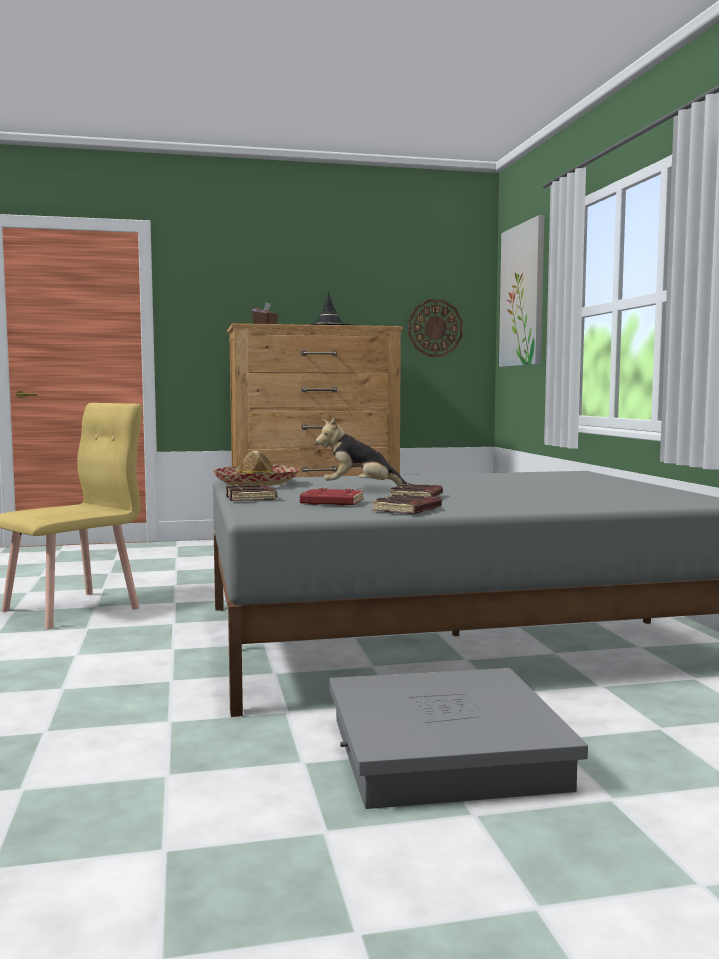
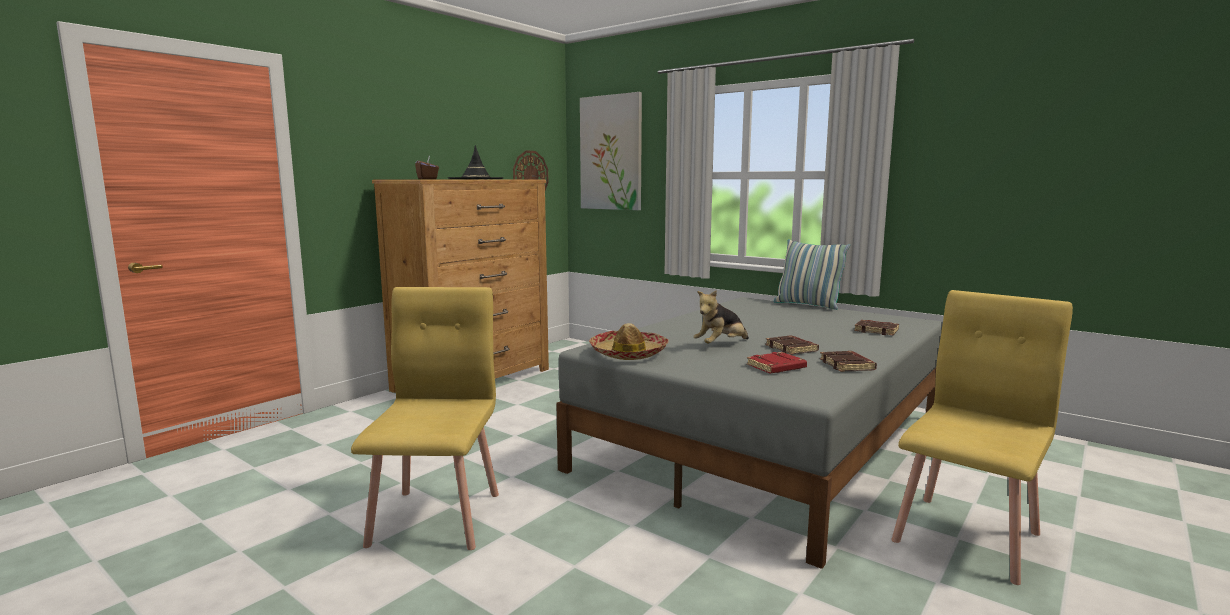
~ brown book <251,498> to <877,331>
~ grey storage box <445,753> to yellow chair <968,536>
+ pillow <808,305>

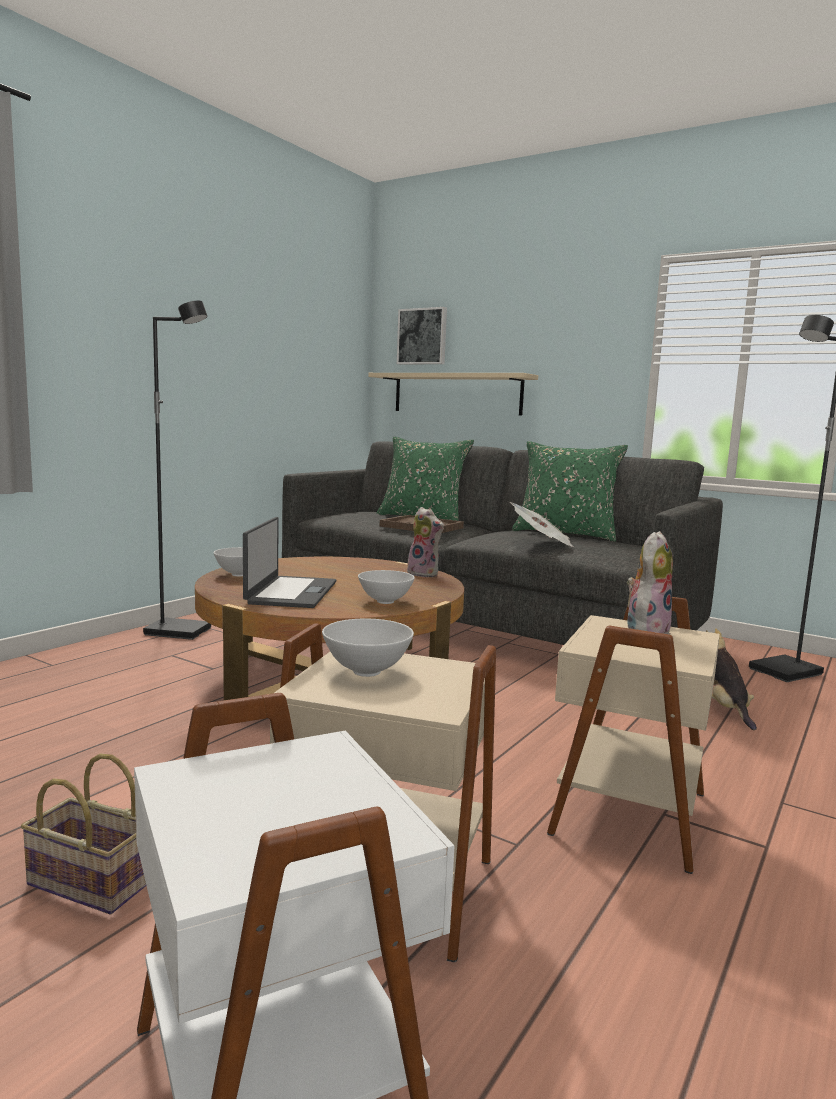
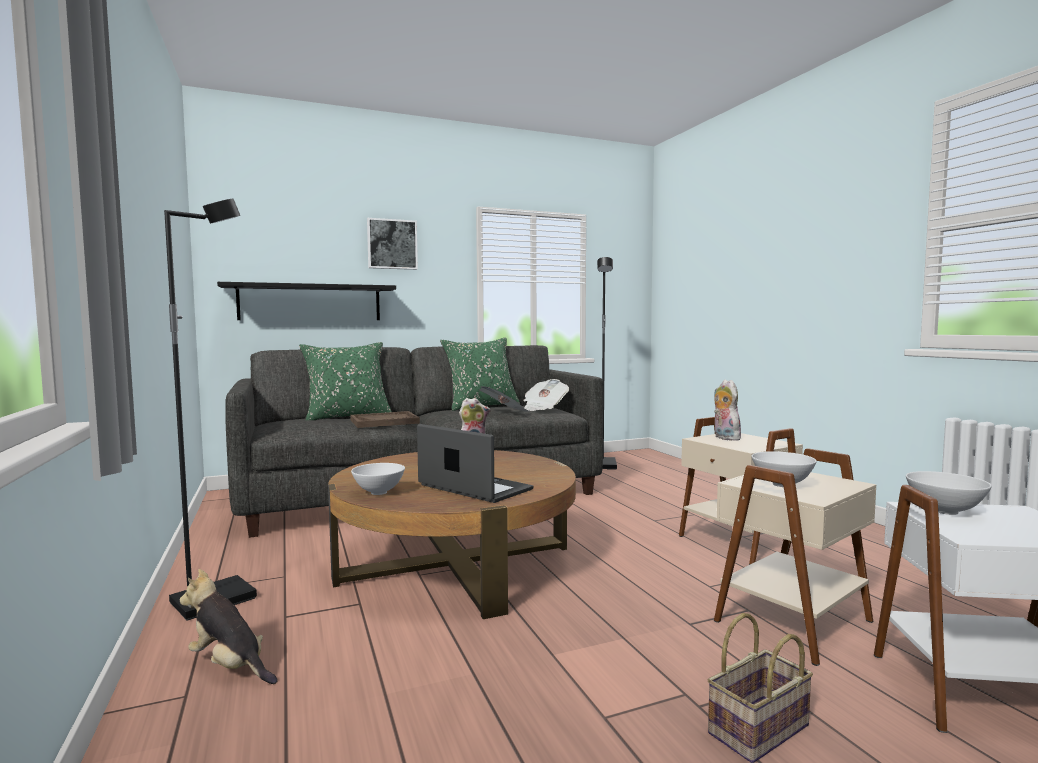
~ picture <422,336> to <392,244>
~ beige shelf <456,394> to black shelf <310,302>
~ white bowl <386,601> to <944,511>
~ plush toy <724,708> to <230,666>
+ newspaper <543,408>

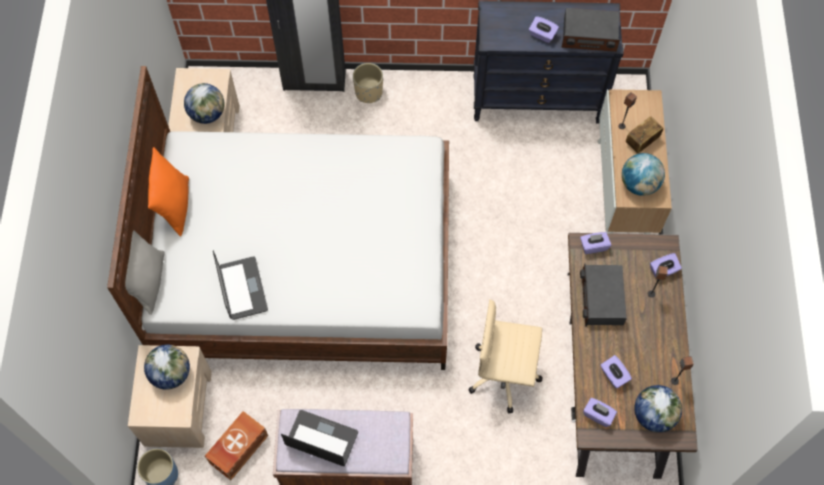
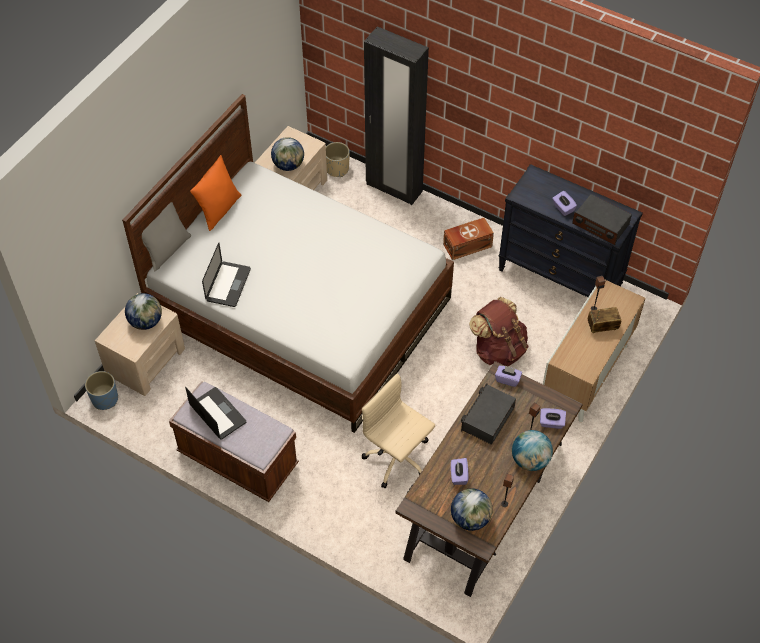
~ beige planter <369,92> to <337,169>
~ globe <639,184> to <530,460>
- purple tissue box <598,415>
~ brown storage box <237,449> to <466,245>
+ brown backpack <498,349>

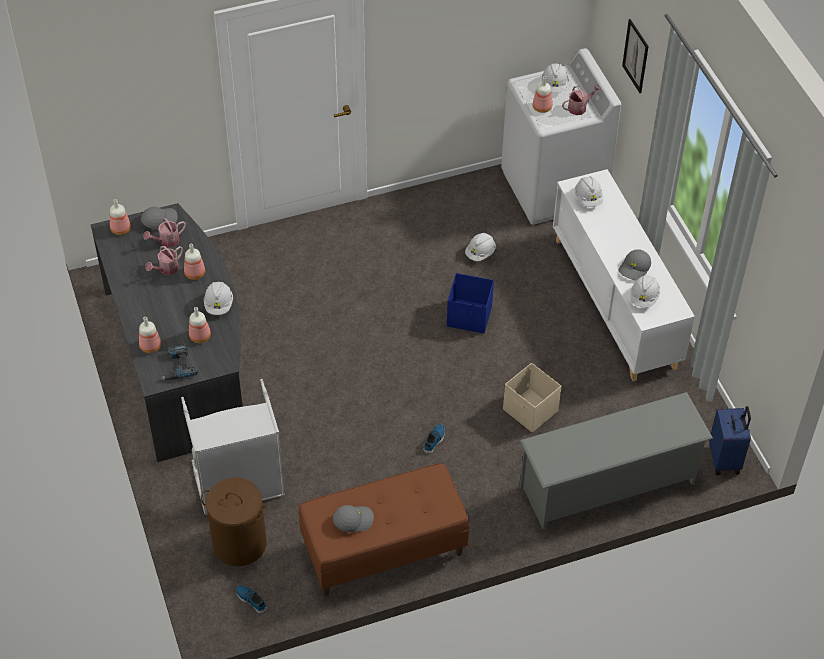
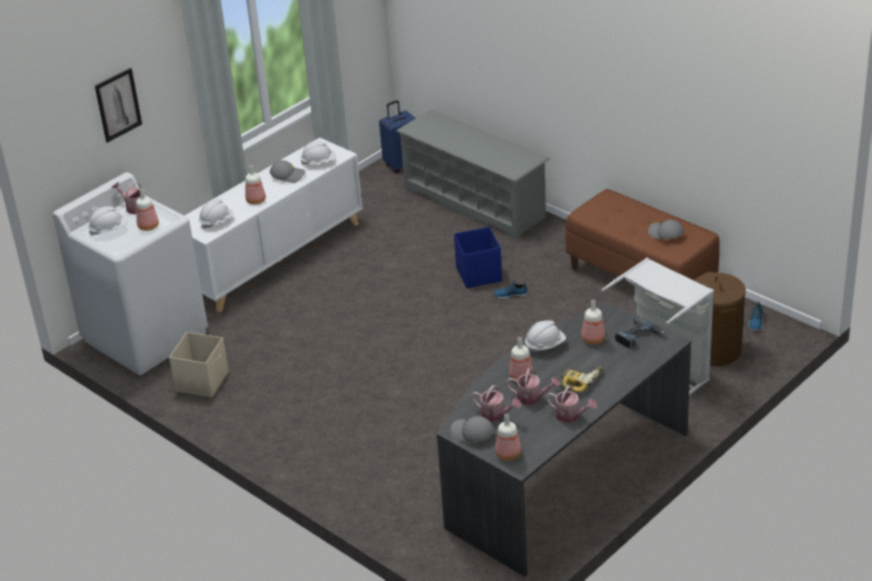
- white hard hat <480,253>
~ blue storage box <470,317> to <479,274>
~ bottle <151,346> to <255,200>
~ beige storage box <530,411> to <203,381>
+ power drill <578,381>
+ watering can <571,416>

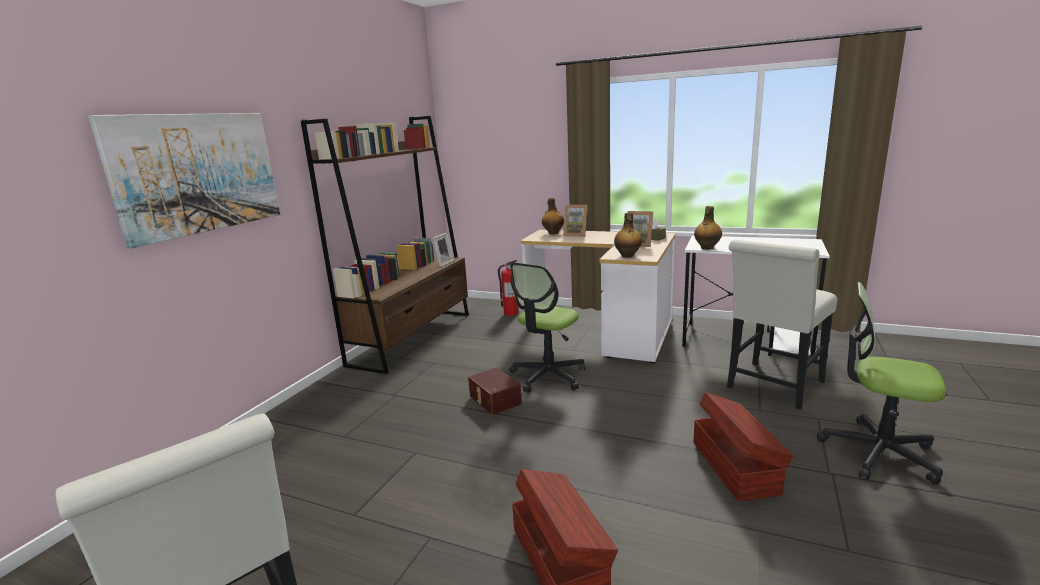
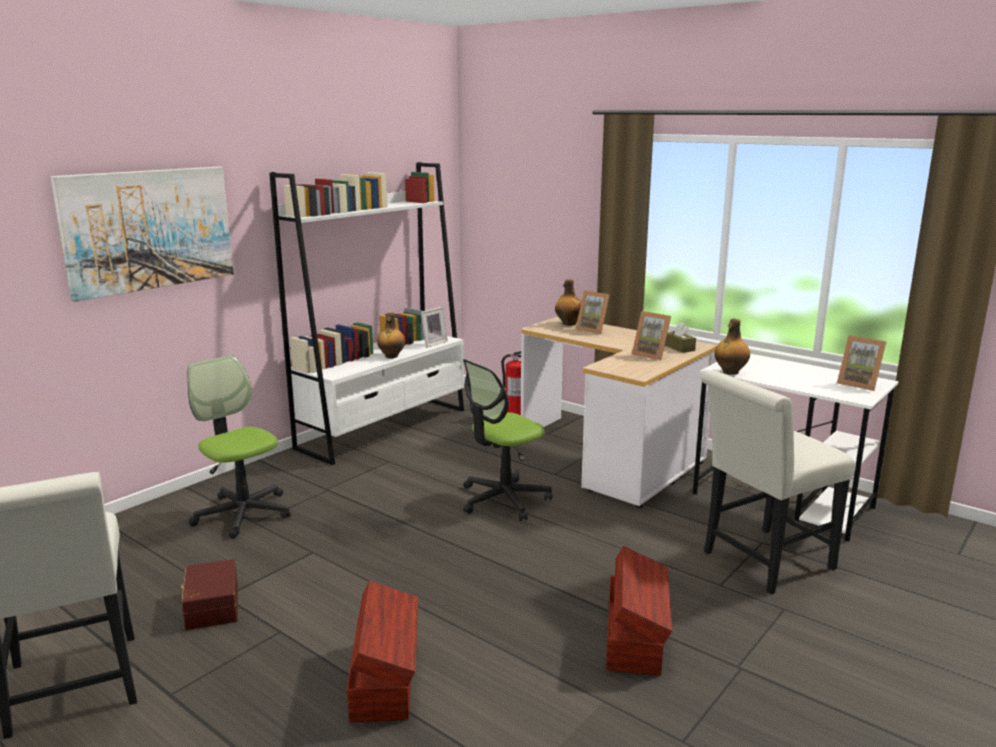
~ brown bookcase <413,338> to white bookcase <384,428>
~ bottle <627,256> to <391,356>
~ office chair <878,452> to <243,513>
~ brown storage box <494,400> to <210,607>
+ picture frame <859,384>

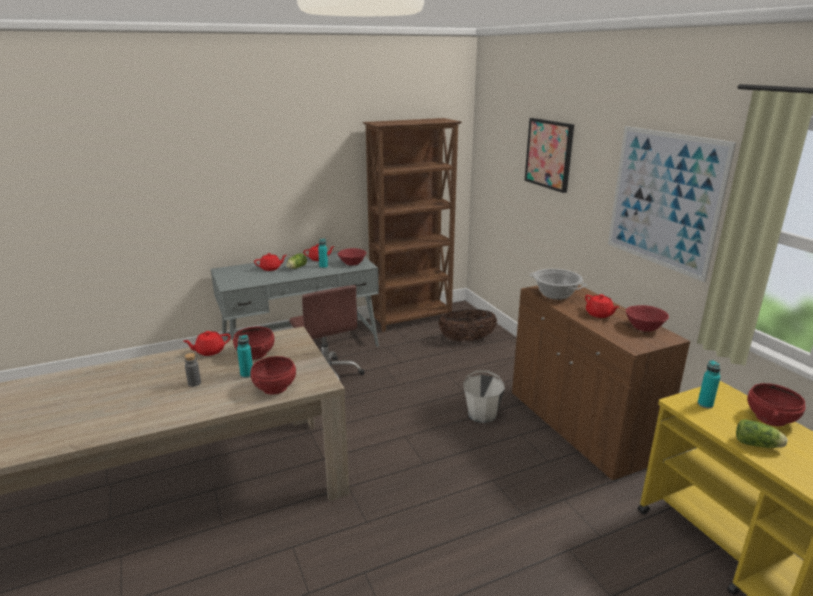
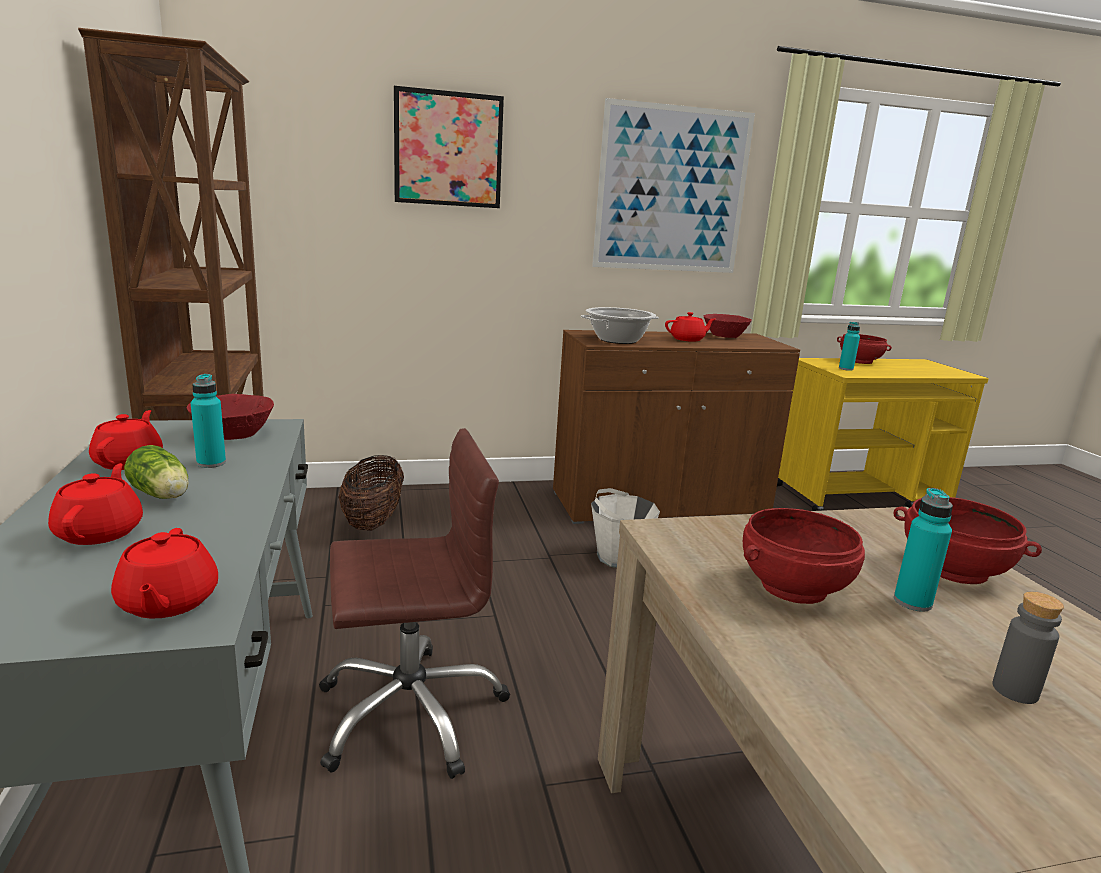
~ red teapot <209,351> to <167,602>
- lettuce <758,445>

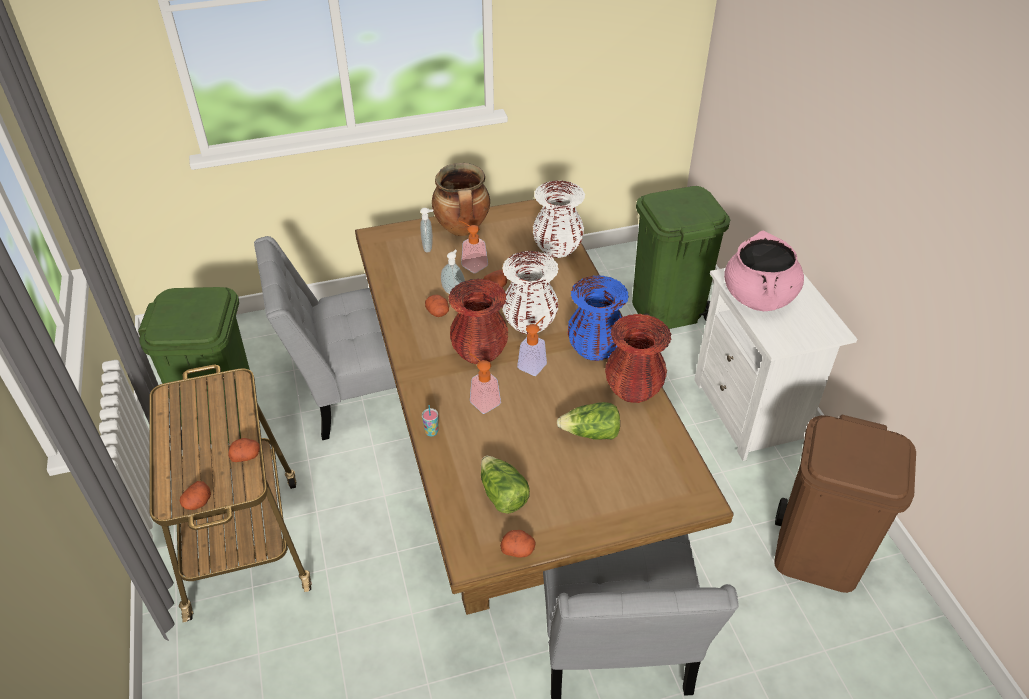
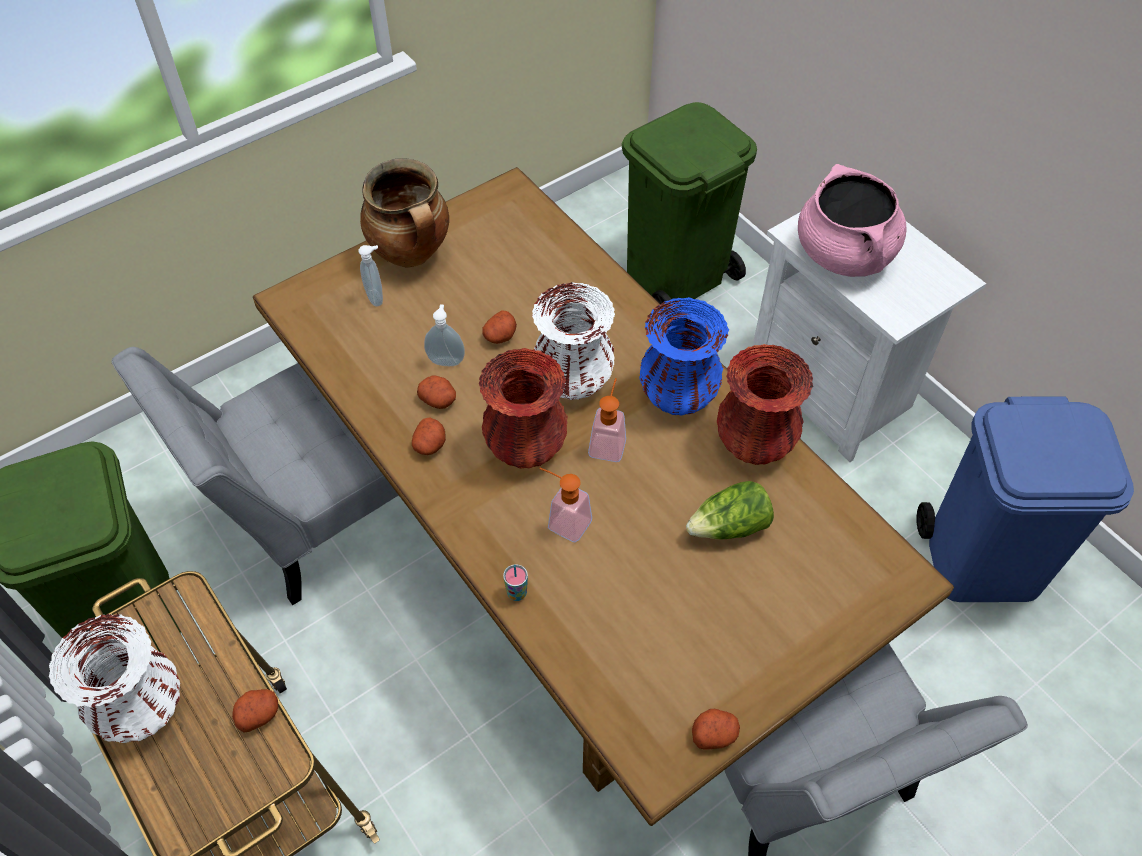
~ white vase <557,248> to <142,709>
- soap dispenser <471,263>
~ brown trash can <818,556> to blue trash can <983,562>
- lettuce <502,495>
~ potato <198,502> to <430,445>

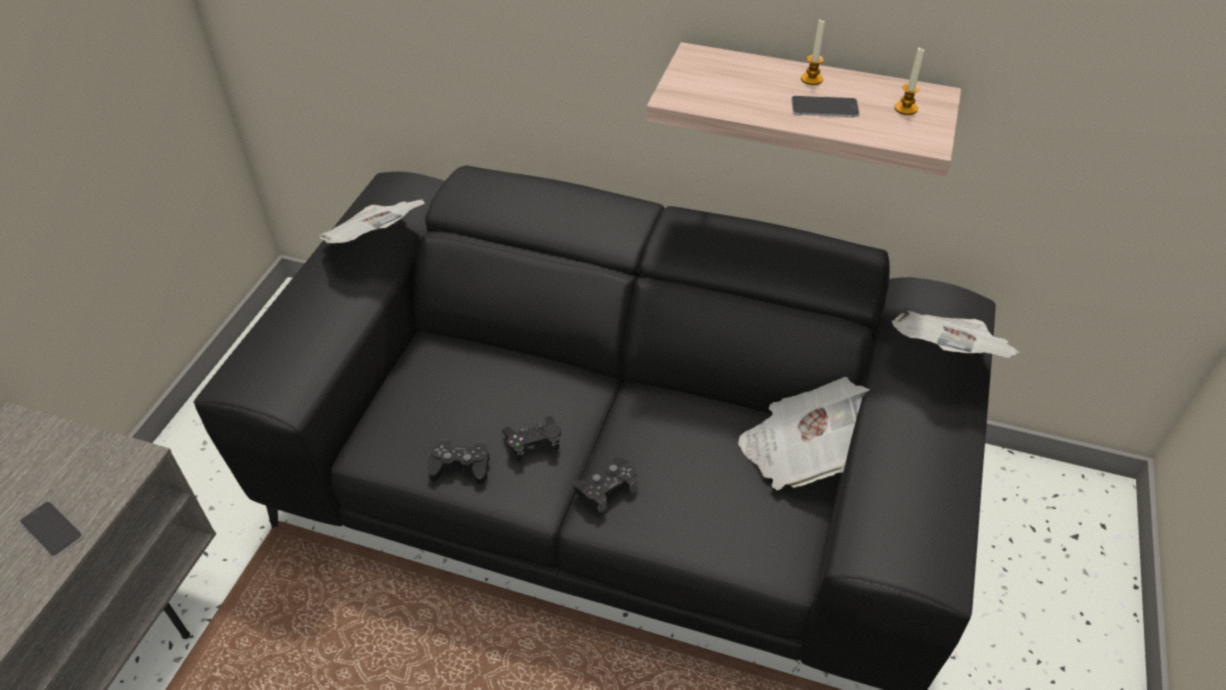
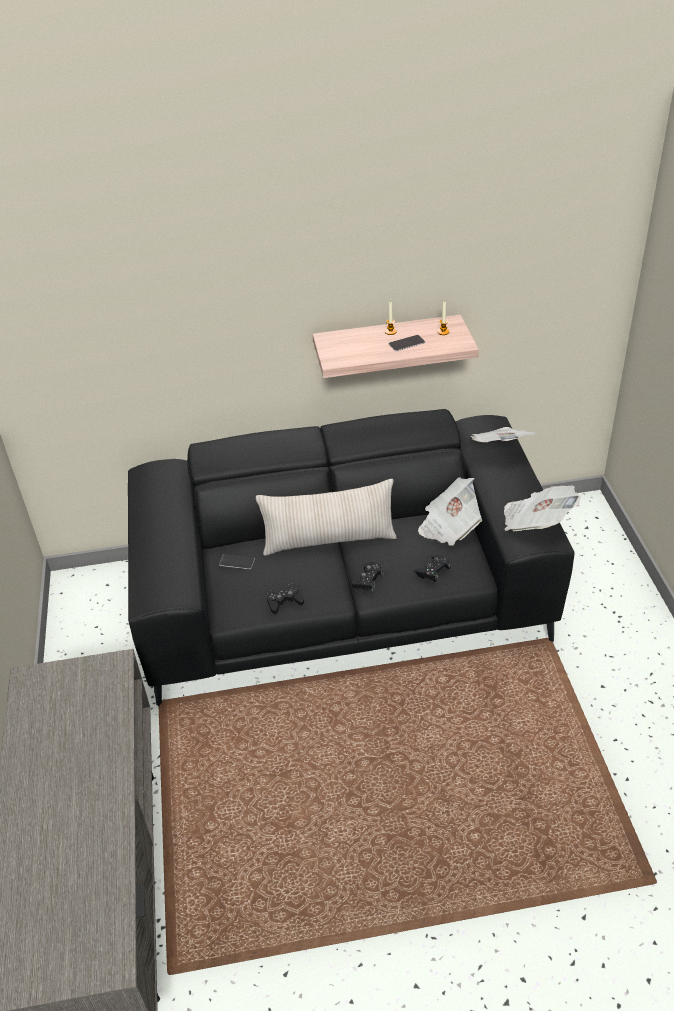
~ newspaper <376,242> to <536,522>
~ black game controller <533,443> to <433,572>
~ phone <51,529> to <237,562>
+ beige pillow <329,540>

